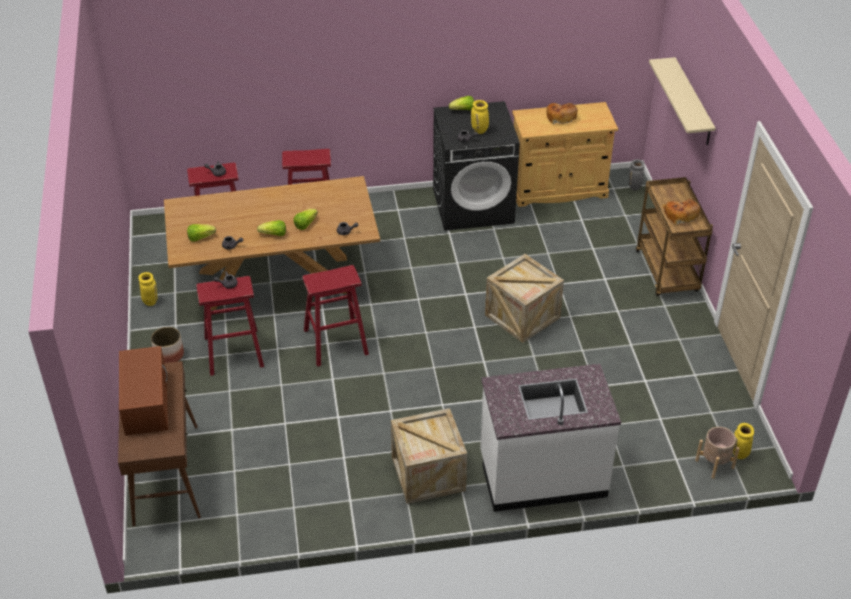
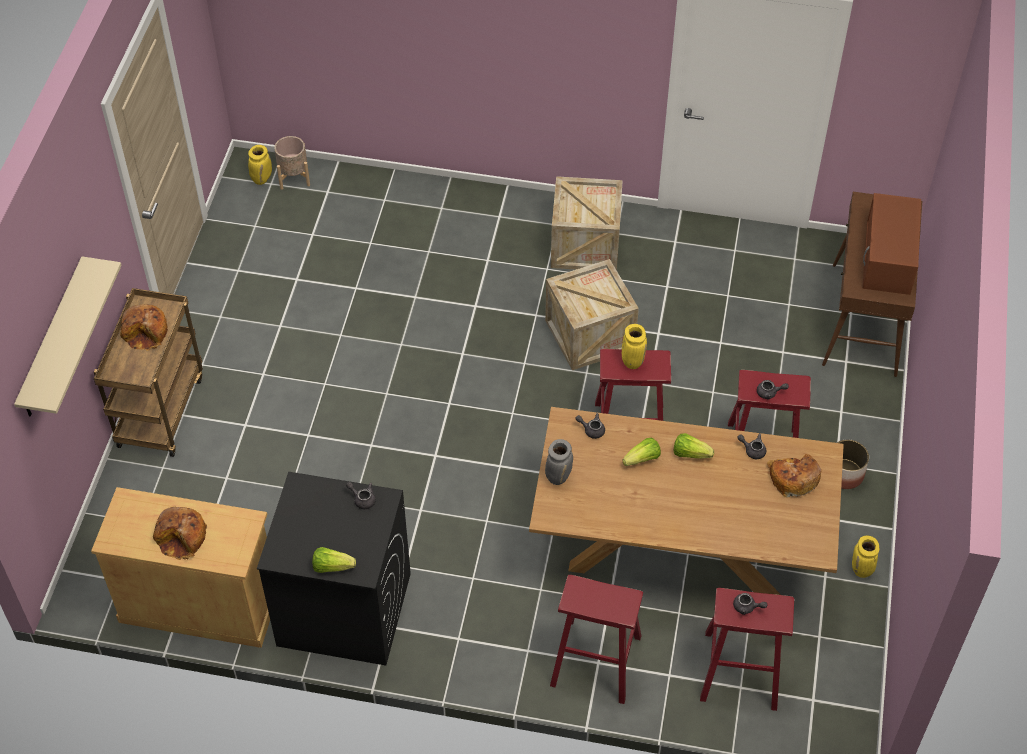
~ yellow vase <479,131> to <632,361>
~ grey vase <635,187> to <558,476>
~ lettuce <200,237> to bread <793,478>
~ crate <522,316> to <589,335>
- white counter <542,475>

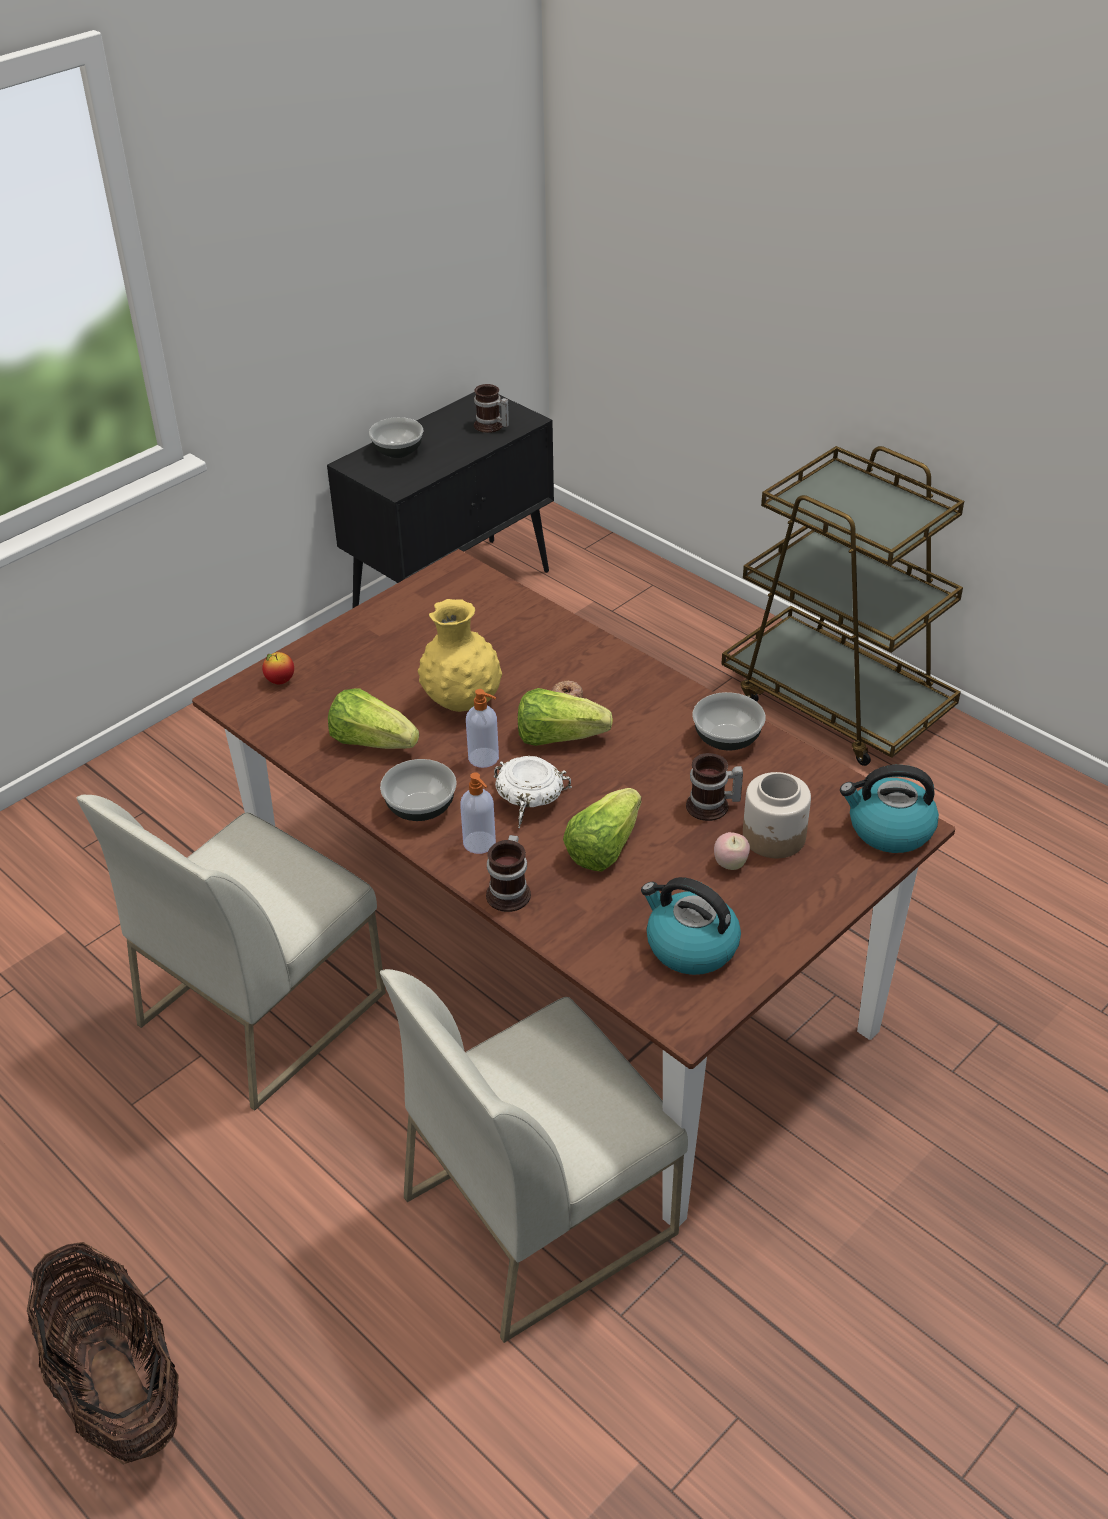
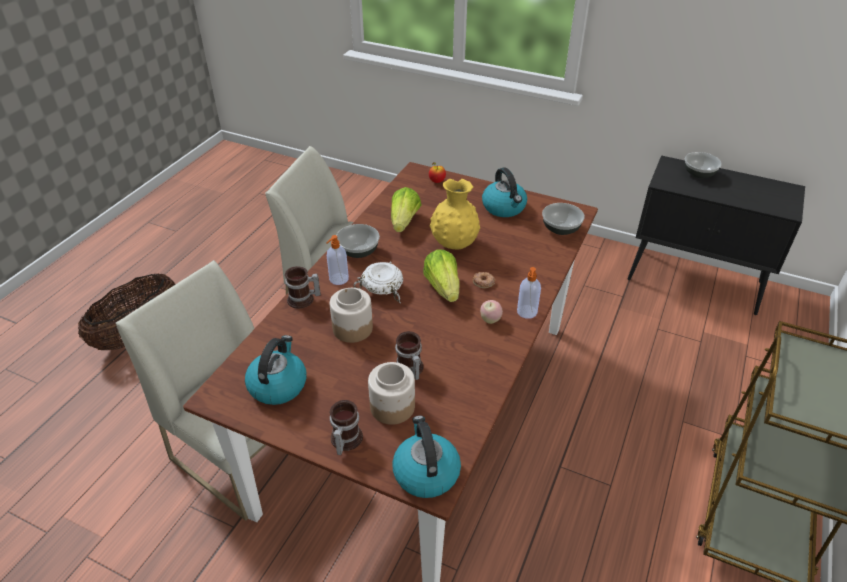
~ mug <490,427> to <344,440>
~ soap dispenser <484,758> to <527,312>
~ bowl <727,738> to <561,229>
~ lettuce <603,847> to jar <352,328>
~ apple <730,864> to <490,320>
+ kettle <504,208>

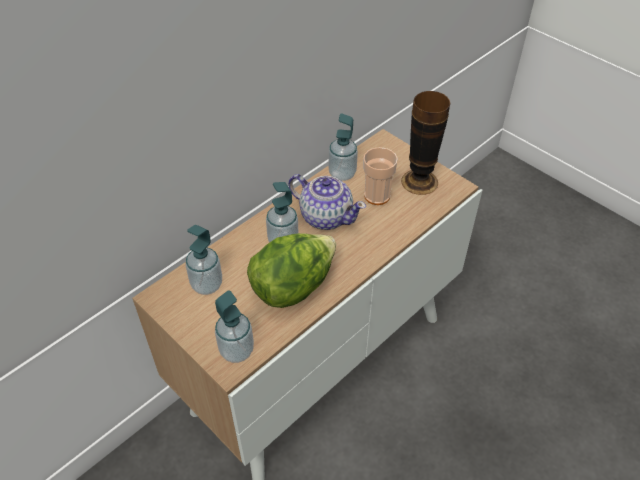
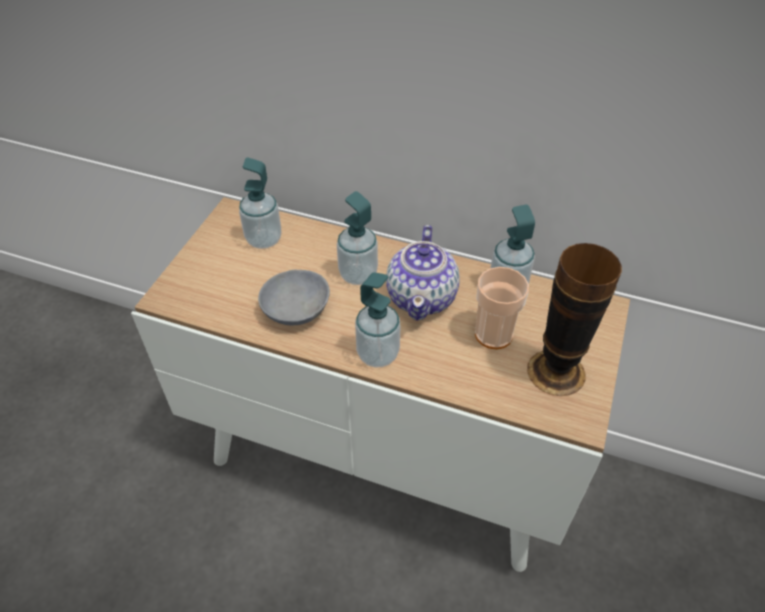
~ lettuce <293,286> to grey bowl <296,307>
~ soap dispenser <236,351> to <378,354>

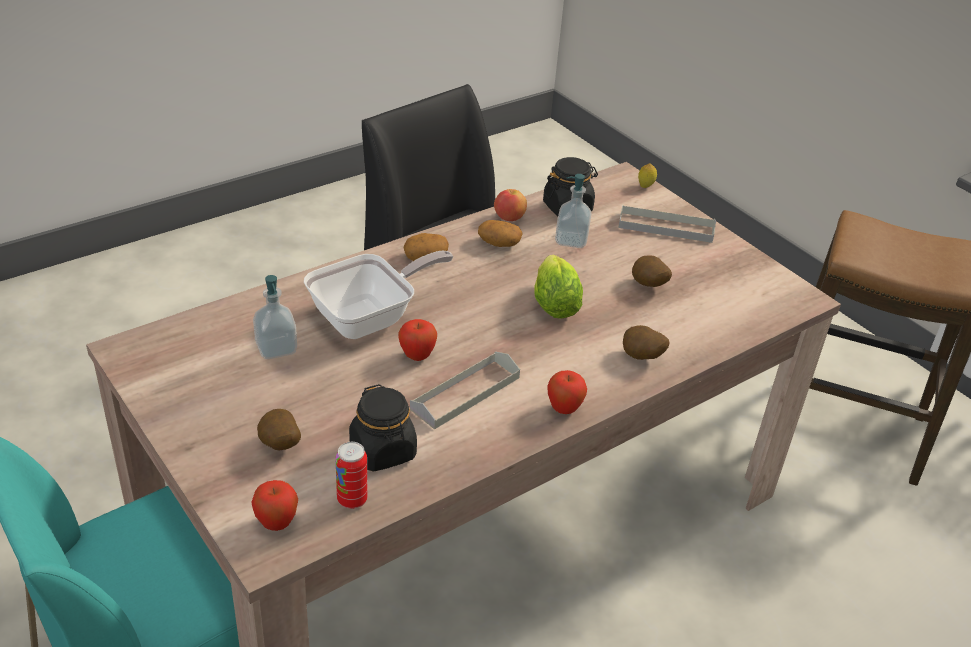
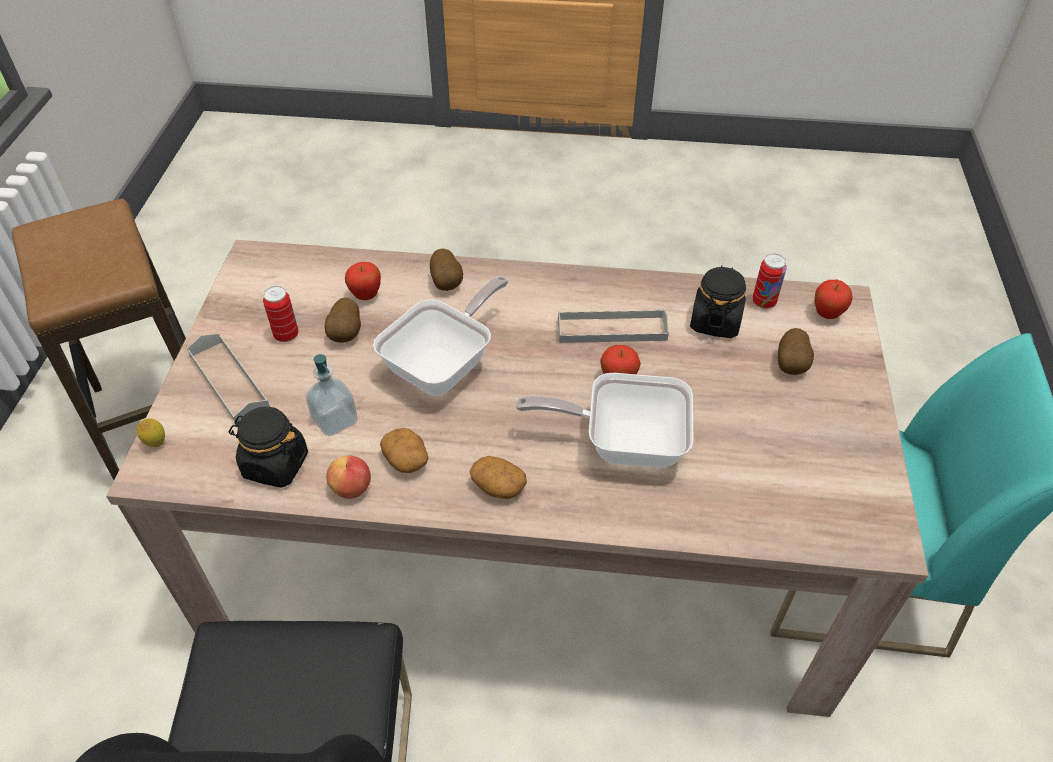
~ lettuce <554,302> to frying pan <445,365>
- soap dispenser <276,348>
~ apple <564,409> to <366,296>
+ can <286,335>

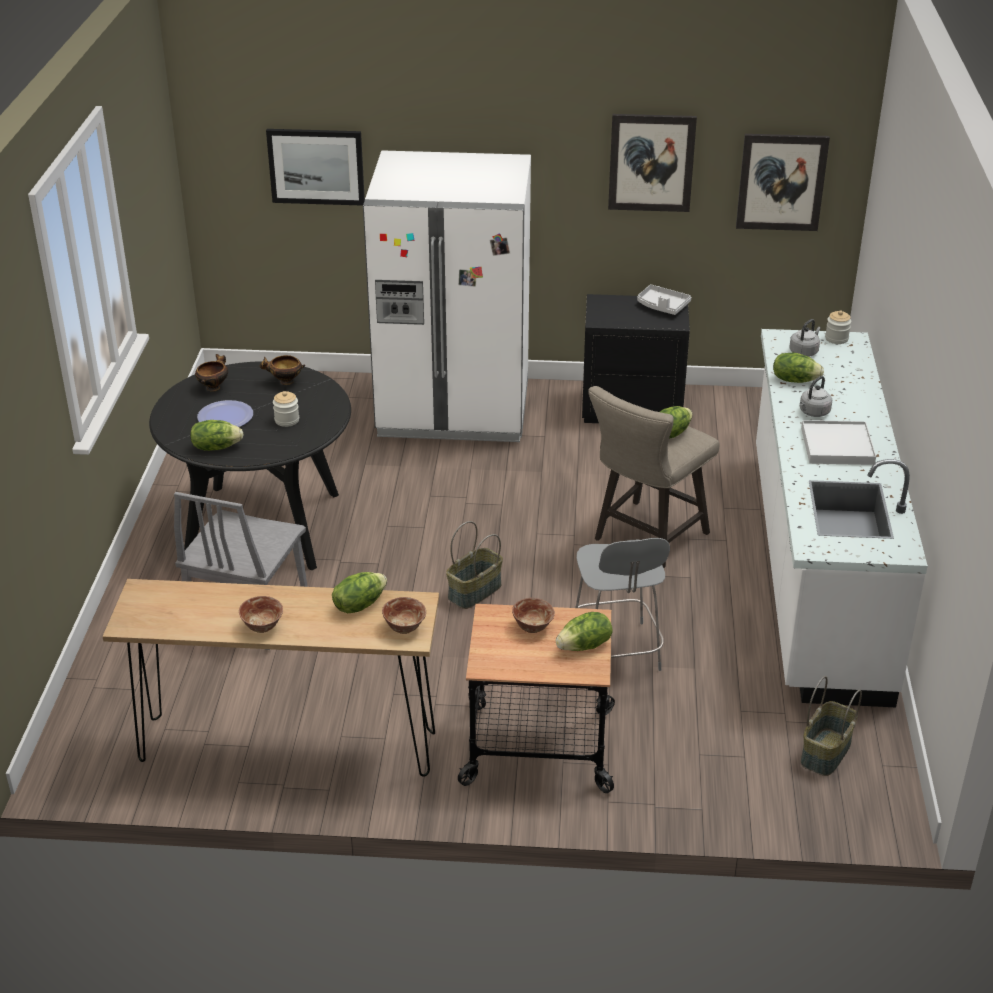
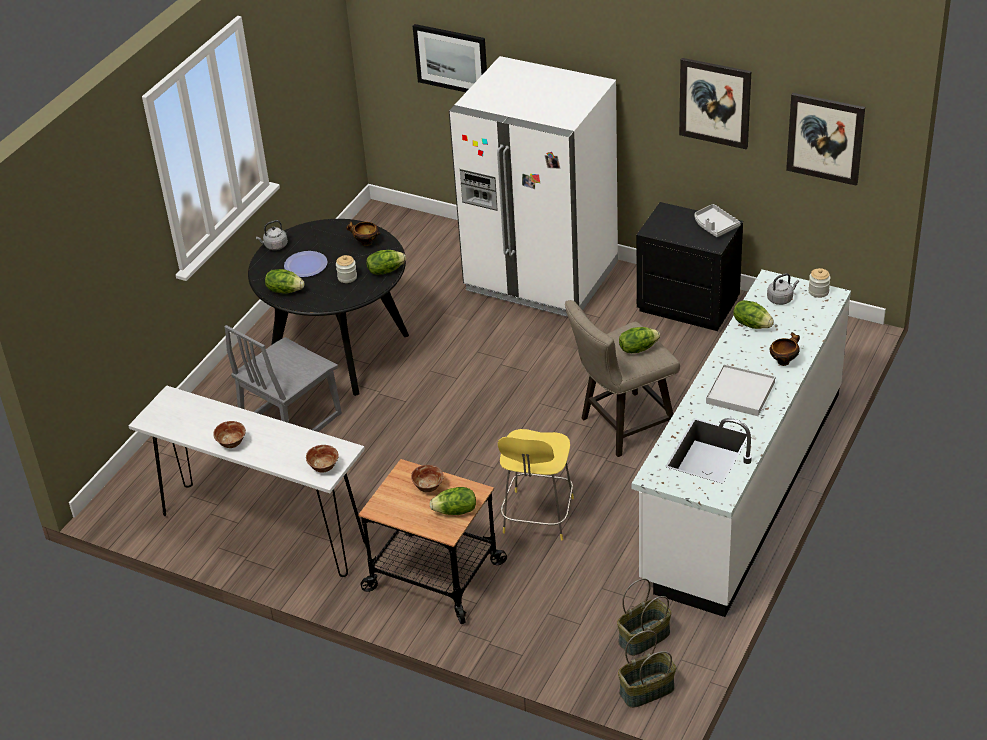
~ bowl <214,387> to <784,361>
~ grey kettle <813,412> to <274,246>
~ basket <475,592> to <646,691>
~ grey stool <616,653> to yellow stool <537,517>
~ lettuce <359,604> to <385,270>
~ brown console table <288,747> to white console table <263,530>

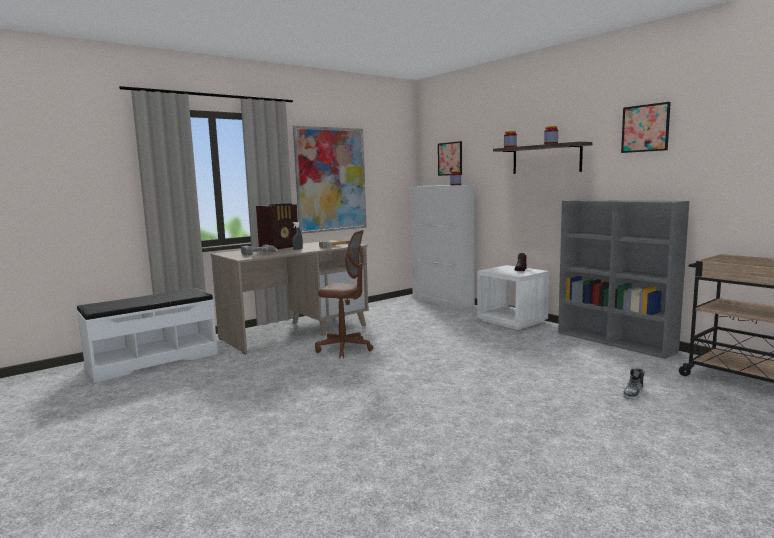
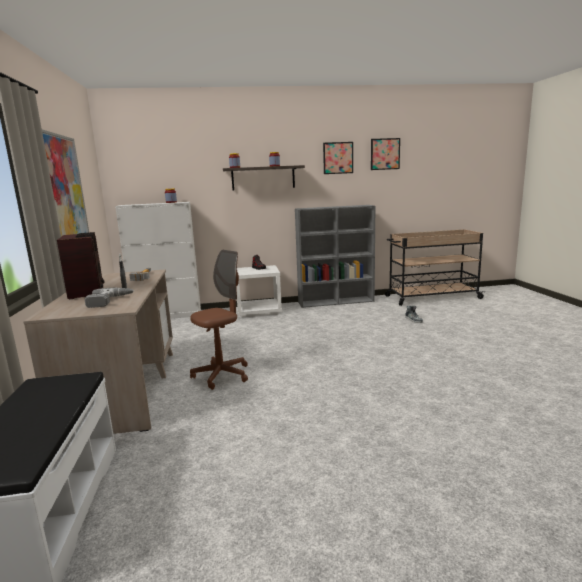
~ picture <450,159> to <385,154>

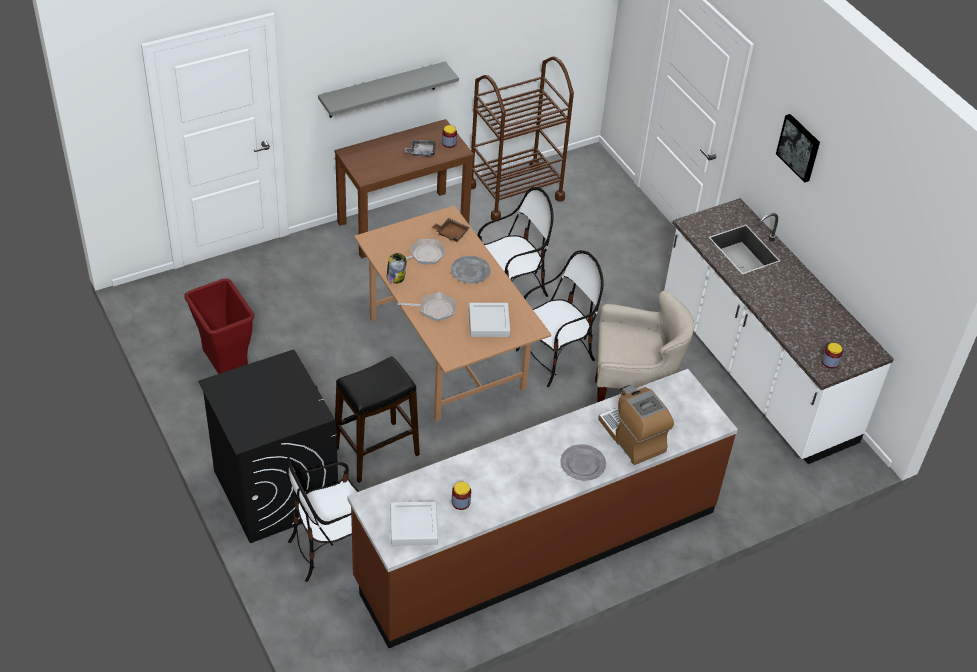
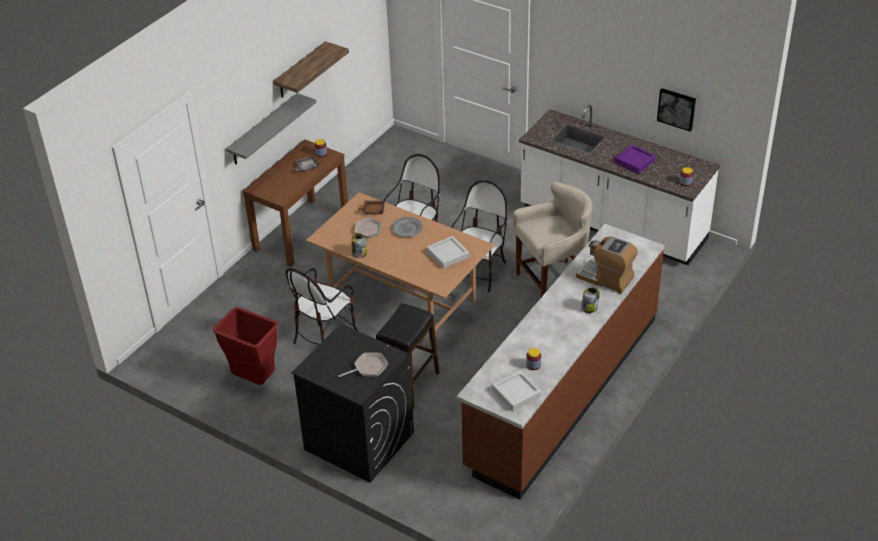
- brown cart <515,192>
~ picture <799,147> to <677,108>
~ frying pan <434,309> to <368,368>
~ grey plate <582,464> to jar <589,307>
~ chair <331,549> to <324,335>
+ shelf <300,71>
+ purple tray <634,161>

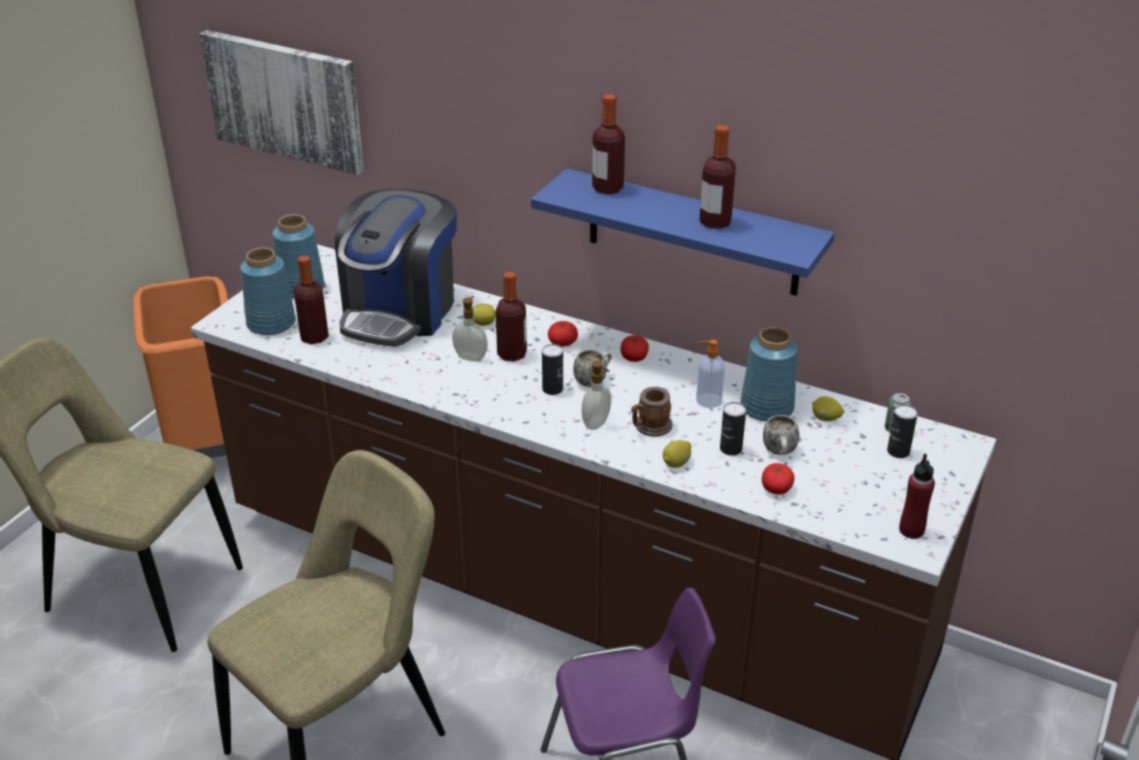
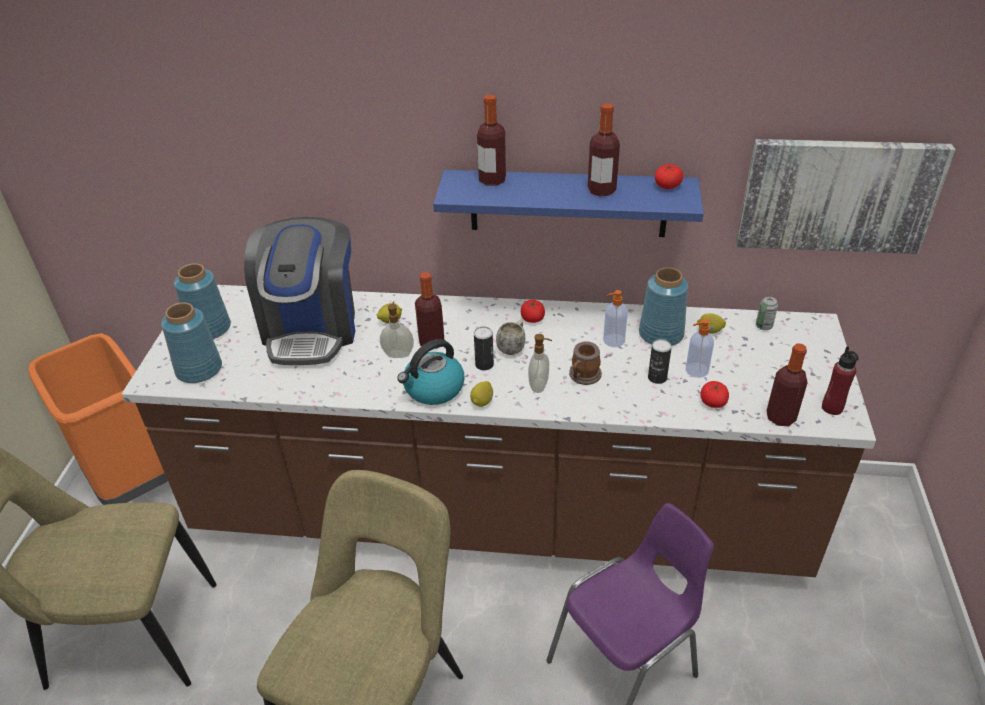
~ picture <285,100> to <838,195>
~ bottle <314,337> to <780,417>
~ tomato <562,342> to <667,186>
- can <898,451>
~ white mug <780,453> to soap dispenser <696,370>
~ lemon <677,463> to <482,401>
+ kettle <433,389>

